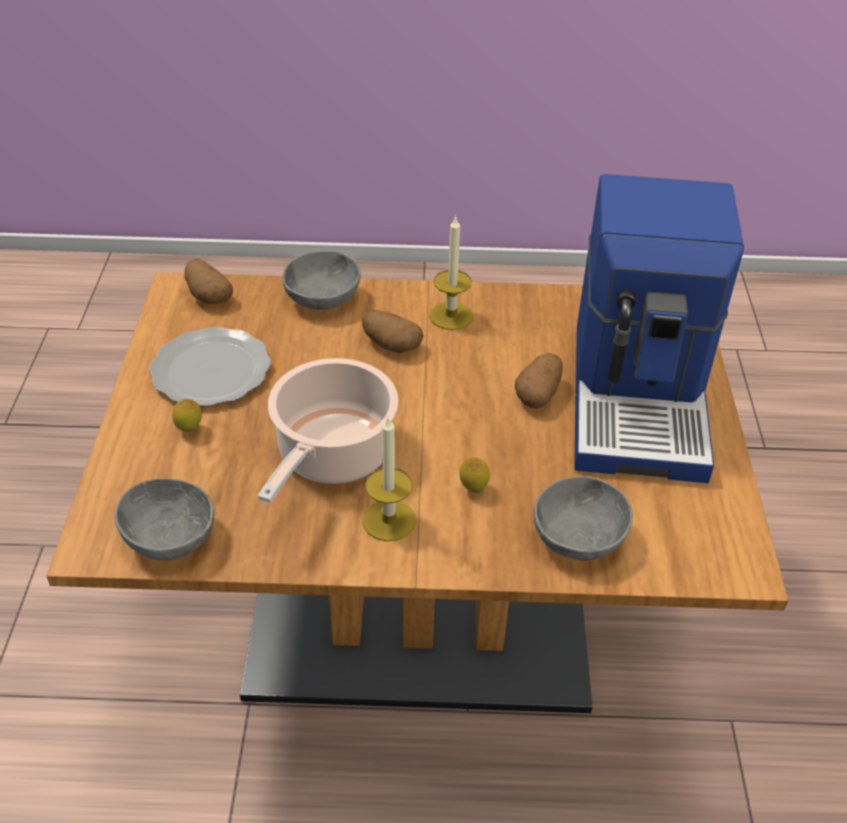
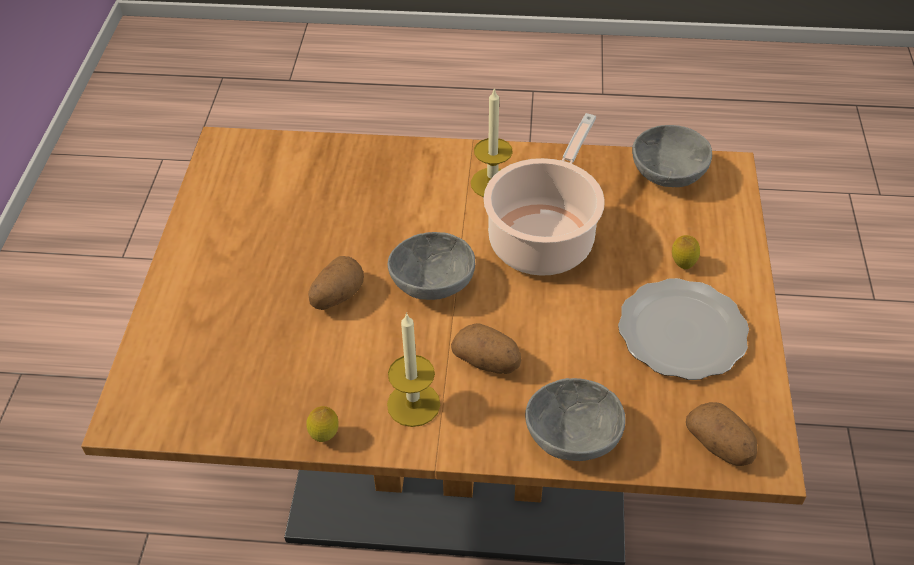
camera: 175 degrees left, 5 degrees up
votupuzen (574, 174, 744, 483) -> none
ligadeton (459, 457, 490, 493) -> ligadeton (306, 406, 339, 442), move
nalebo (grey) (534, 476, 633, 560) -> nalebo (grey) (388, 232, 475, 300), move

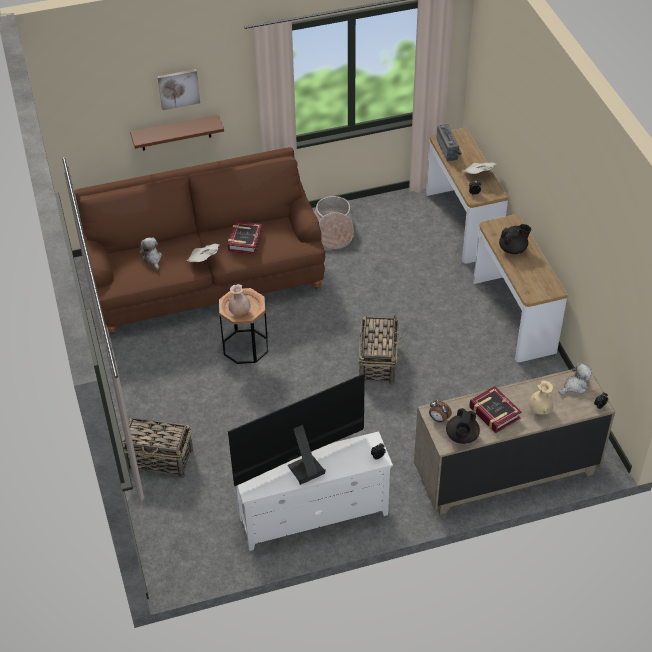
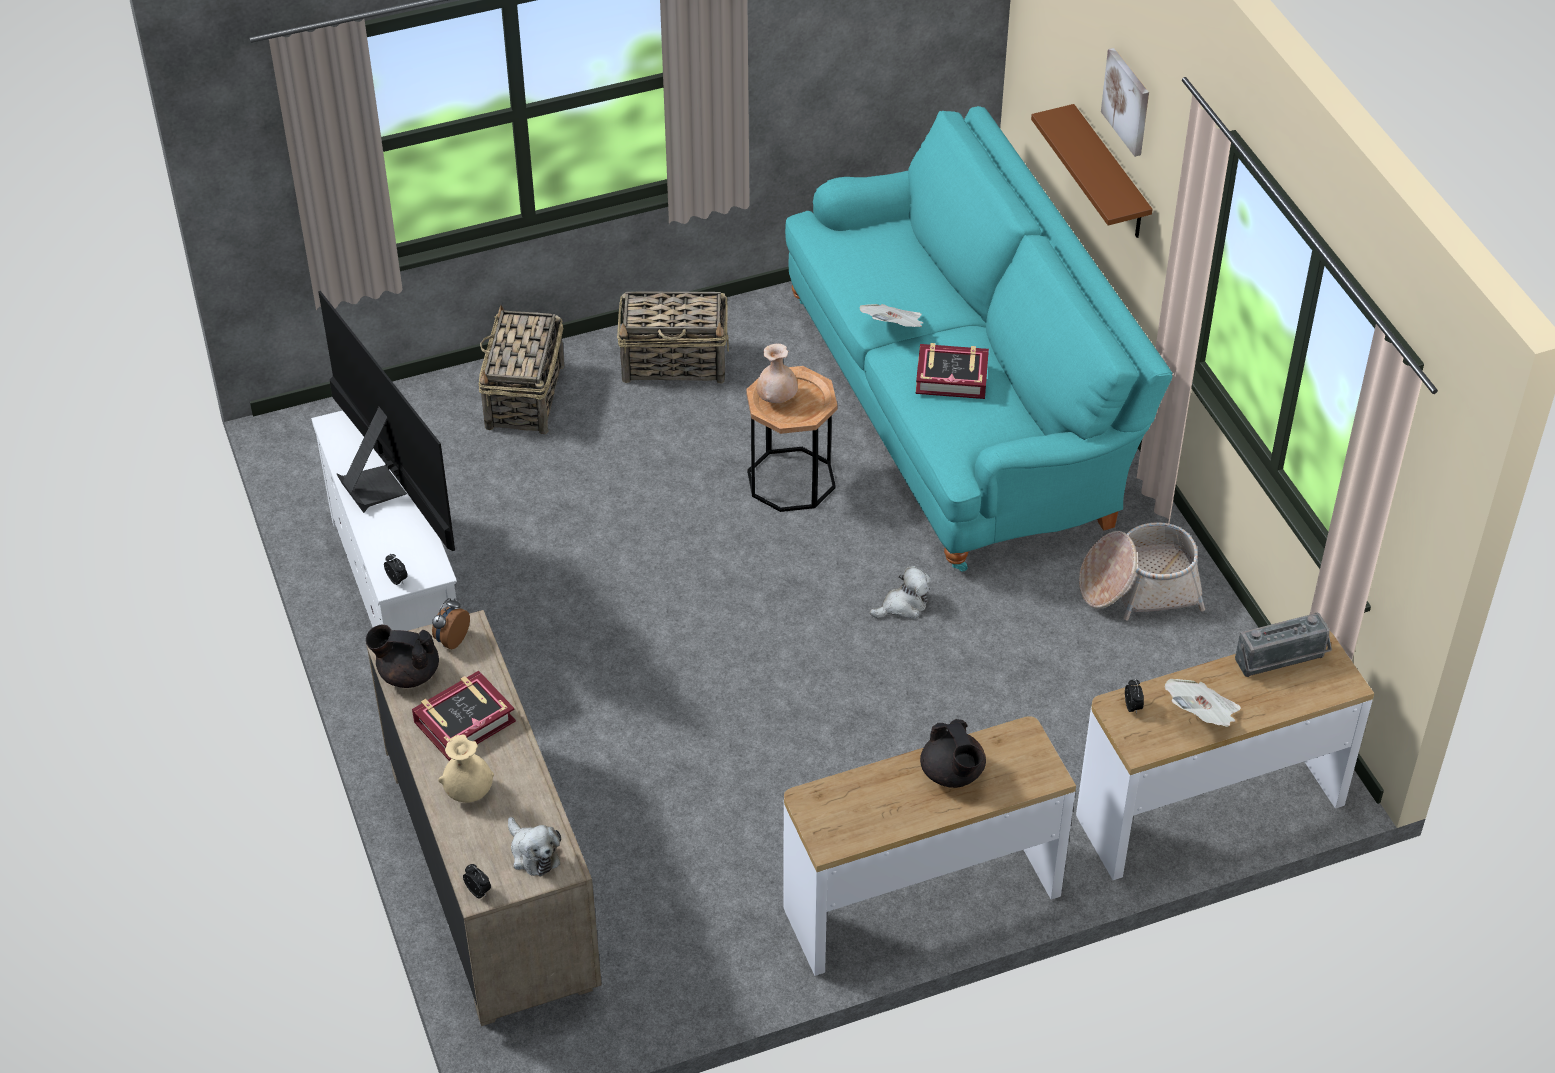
camera: 85 degrees right, 0 degrees up
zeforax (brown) (74, 147, 325, 335) -> zeforax (turquoise) (785, 106, 1173, 571)
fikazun (139, 237, 162, 270) -> fikazun (870, 566, 931, 619), move
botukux (358, 315, 401, 385) -> botukux (617, 291, 729, 384), move

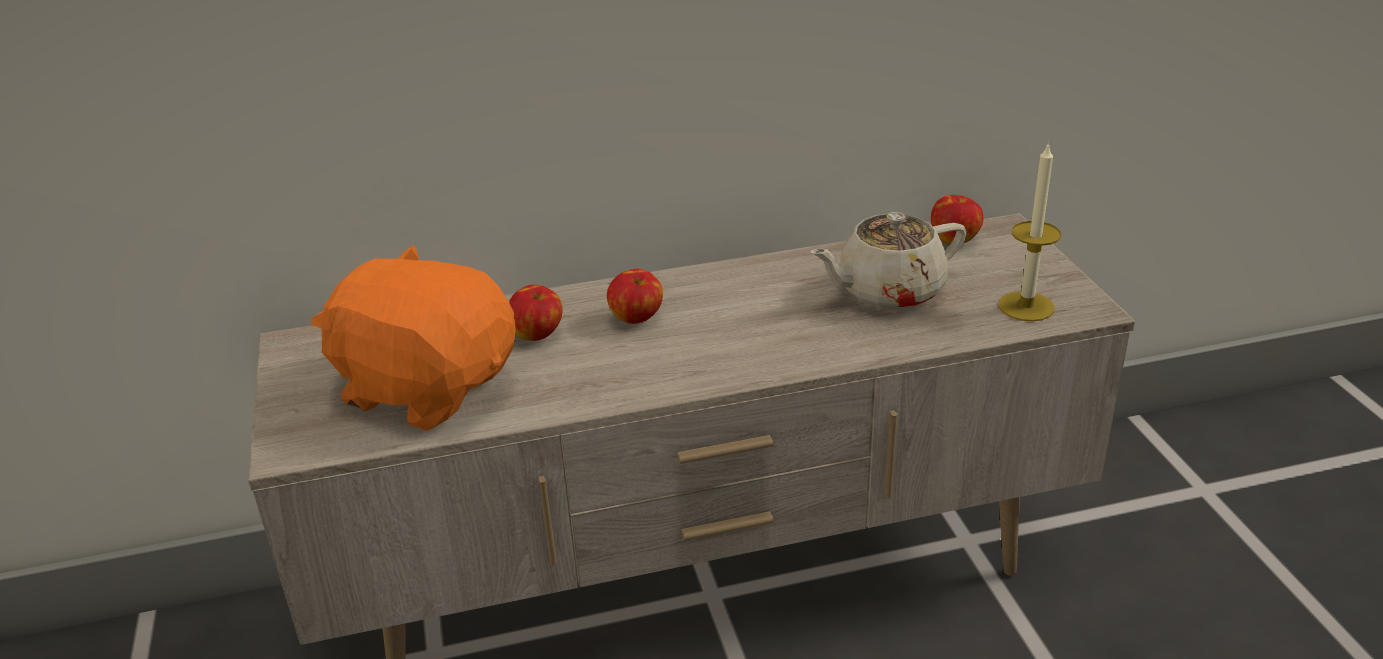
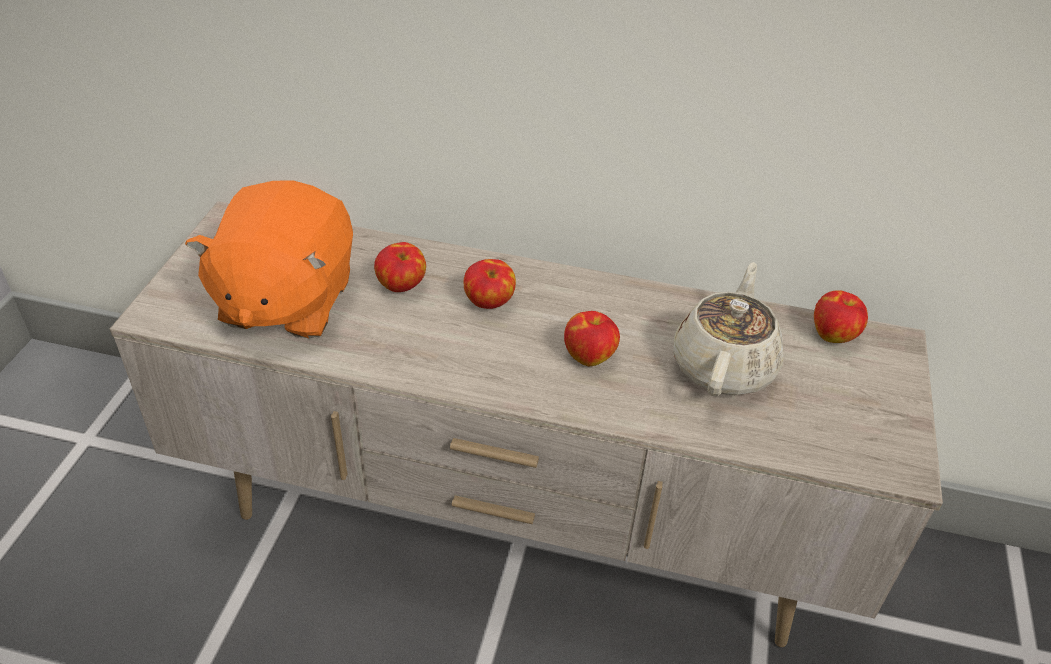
camera: 25 degrees right, 10 degrees up
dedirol (999, 142, 1061, 322) -> none
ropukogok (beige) (810, 212, 967, 310) -> ropukogok (beige) (673, 262, 784, 396), 105 degrees clockwise
fikazun (orange) (311, 245, 516, 431) -> fikazun (orange) (185, 180, 353, 338), 135 degrees counterclockwise
none -> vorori (564, 311, 620, 366)

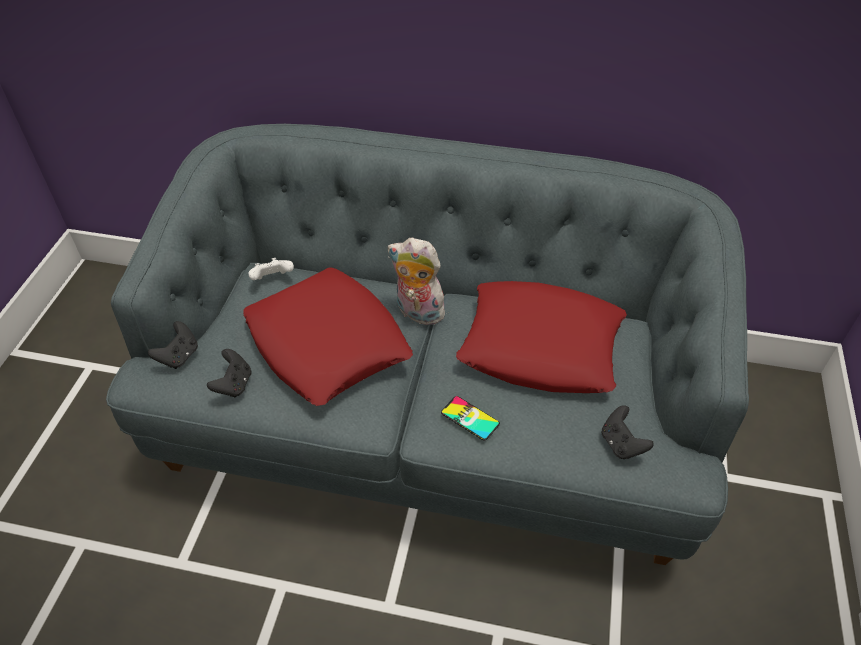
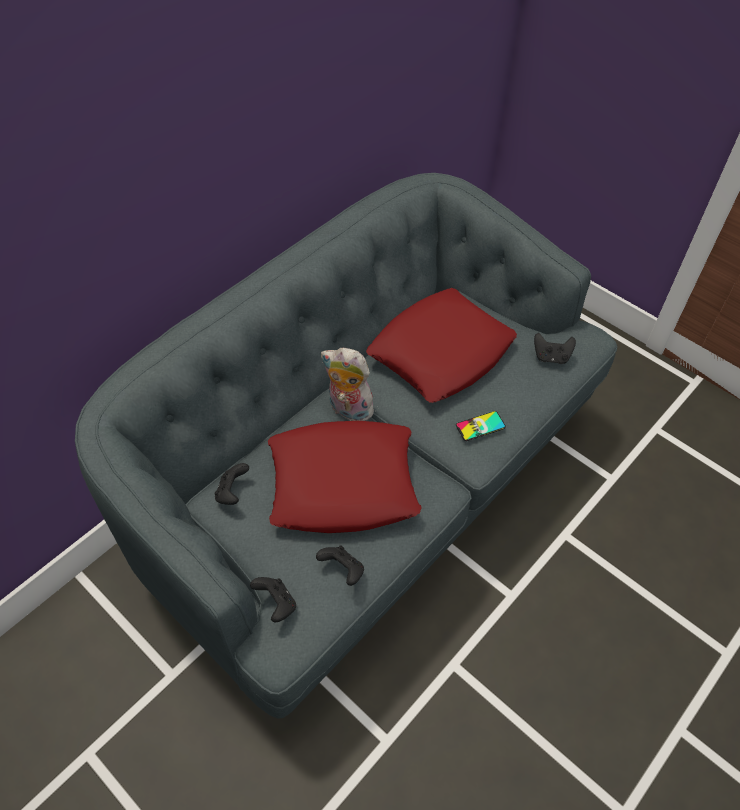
camera: 60 degrees left, 5 degrees up
fikazun (388, 238, 450, 325) -> fikazun (321, 348, 374, 421), 60 degrees clockwise
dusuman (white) (249, 258, 294, 280) -> dusuman (black) (214, 463, 249, 505)

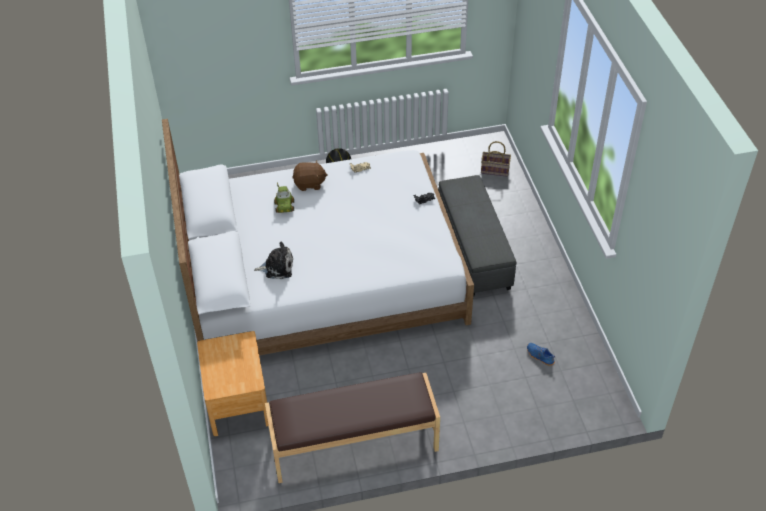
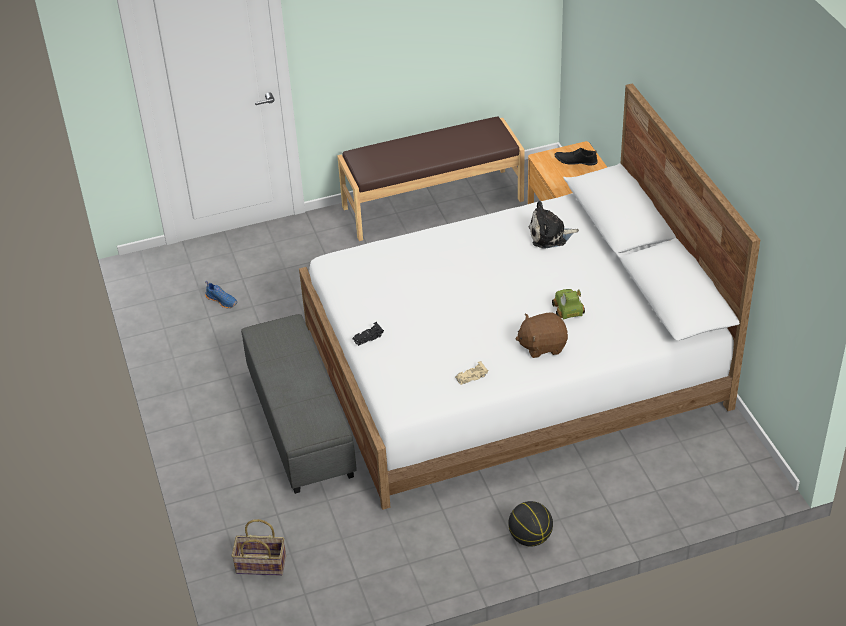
camera: 175 degrees right, 5 degrees down
none -> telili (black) (554, 148, 598, 165)

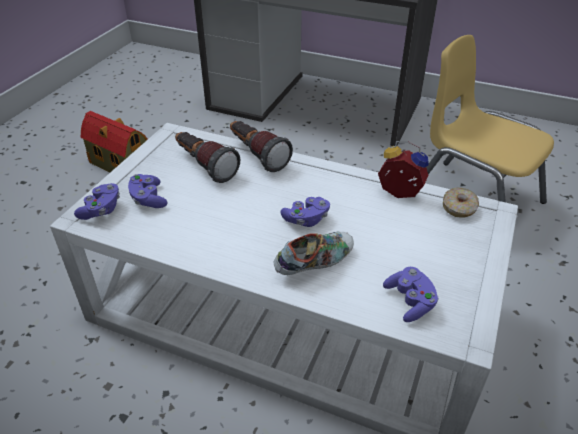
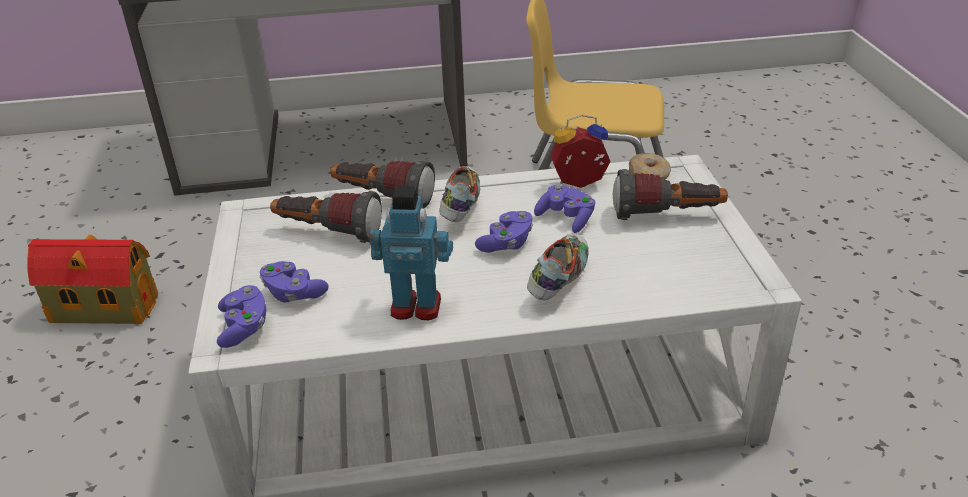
camera: 30 degrees left, 5 degrees down
dusuman (purple) (383, 267, 439, 322) -> dusuman (purple) (534, 185, 595, 233), move
none -> telili (439, 166, 481, 222)
none -> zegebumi (613, 169, 728, 220)
none -> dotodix (369, 186, 453, 320)

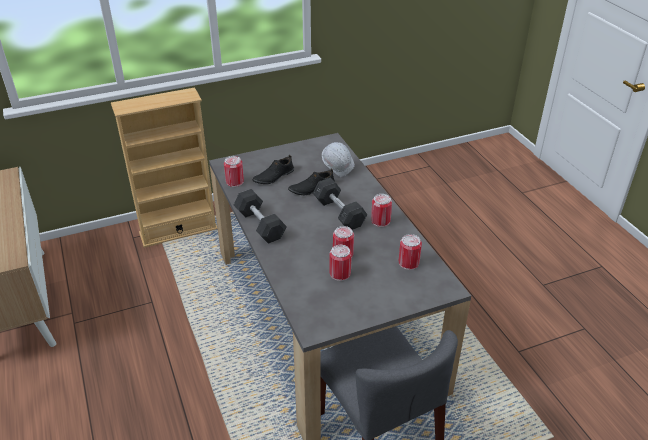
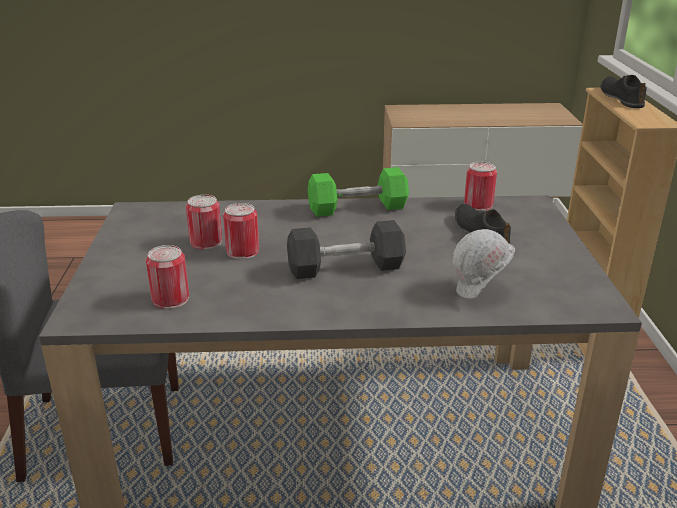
camera: 110 degrees right, 10 degrees down
telili (black) (288, 169, 335, 195) -> telili (black) (601, 75, 647, 108), move
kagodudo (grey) (234, 189, 287, 244) -> kagodudo (green) (308, 167, 409, 217)
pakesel (371, 194, 392, 227) -> none

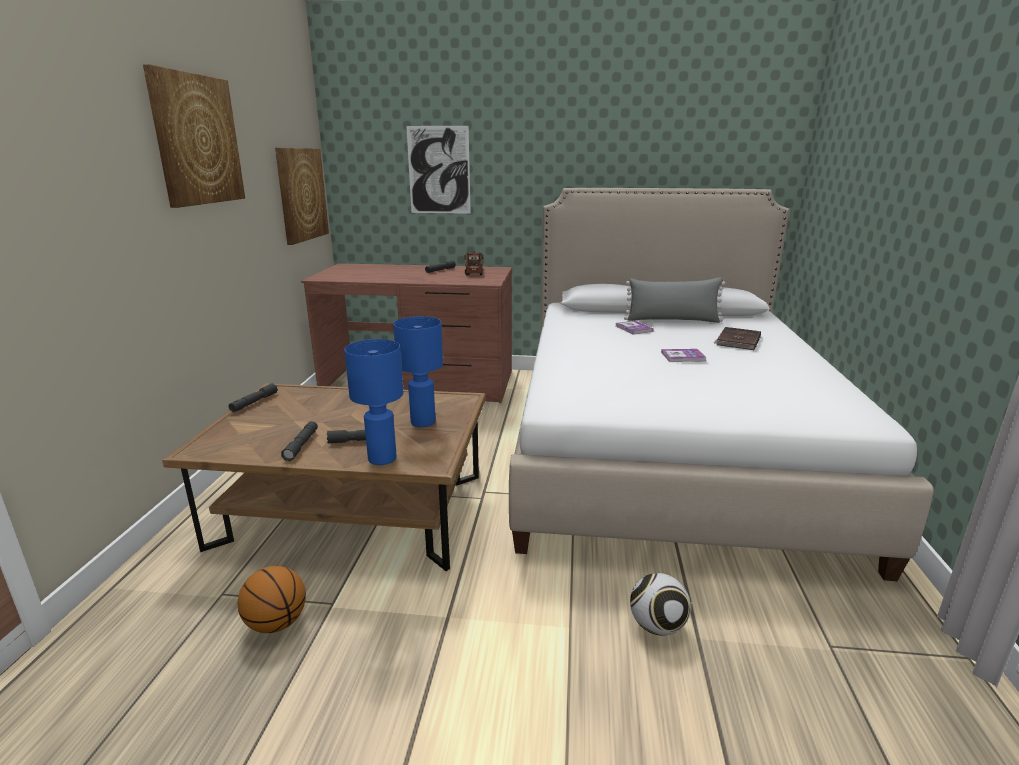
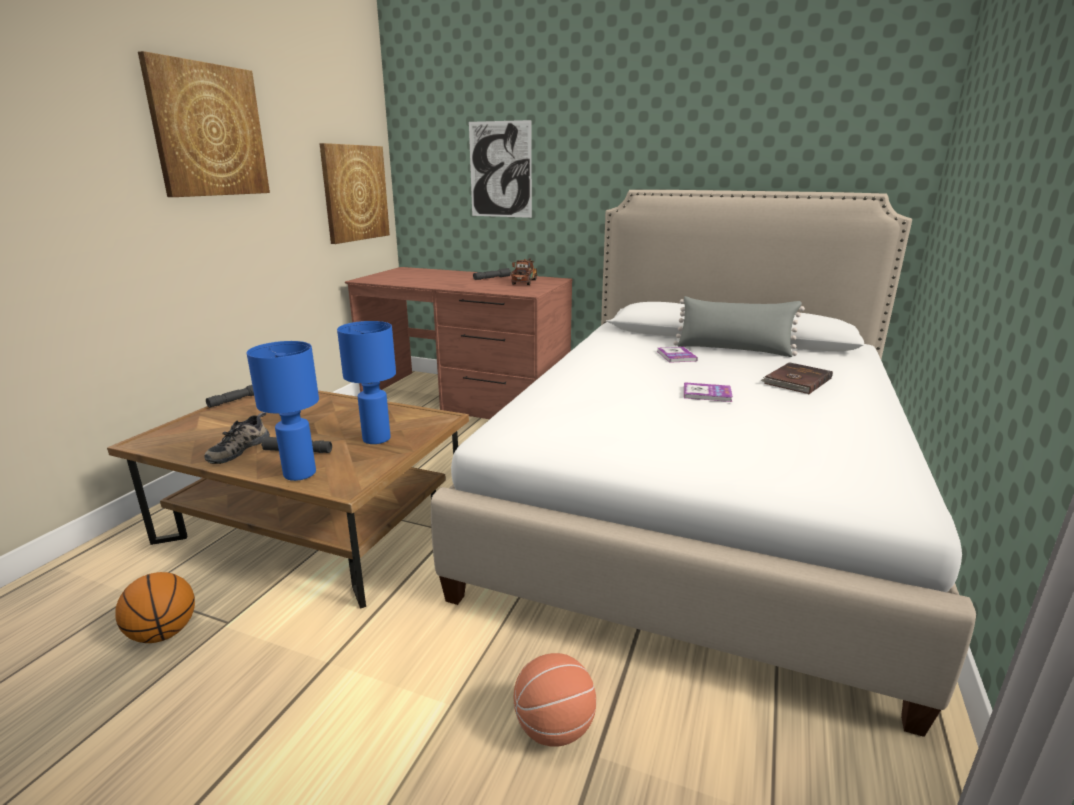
camera: 15 degrees right, 0 degrees up
zegebumi (grey) (281, 421, 318, 461) -> telili (204, 412, 270, 464)
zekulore (630, 573, 691, 636) -> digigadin (514, 653, 596, 746)

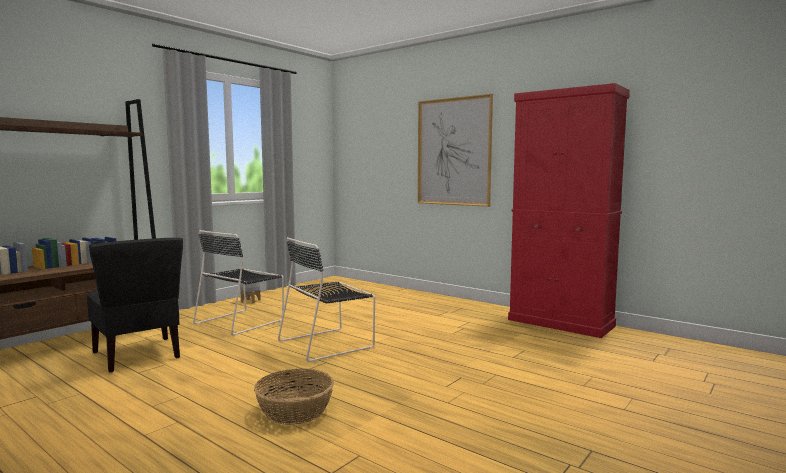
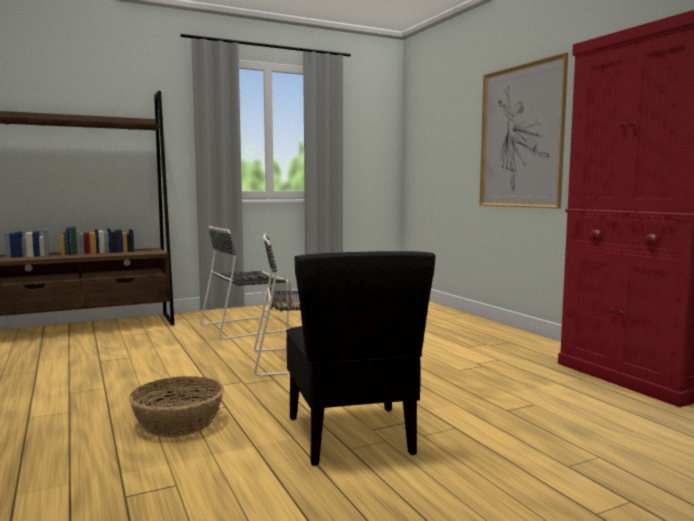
camera: 25 degrees right, 0 degrees up
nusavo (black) (86, 238, 183, 373) -> nusavo (black) (286, 251, 435, 466), move

